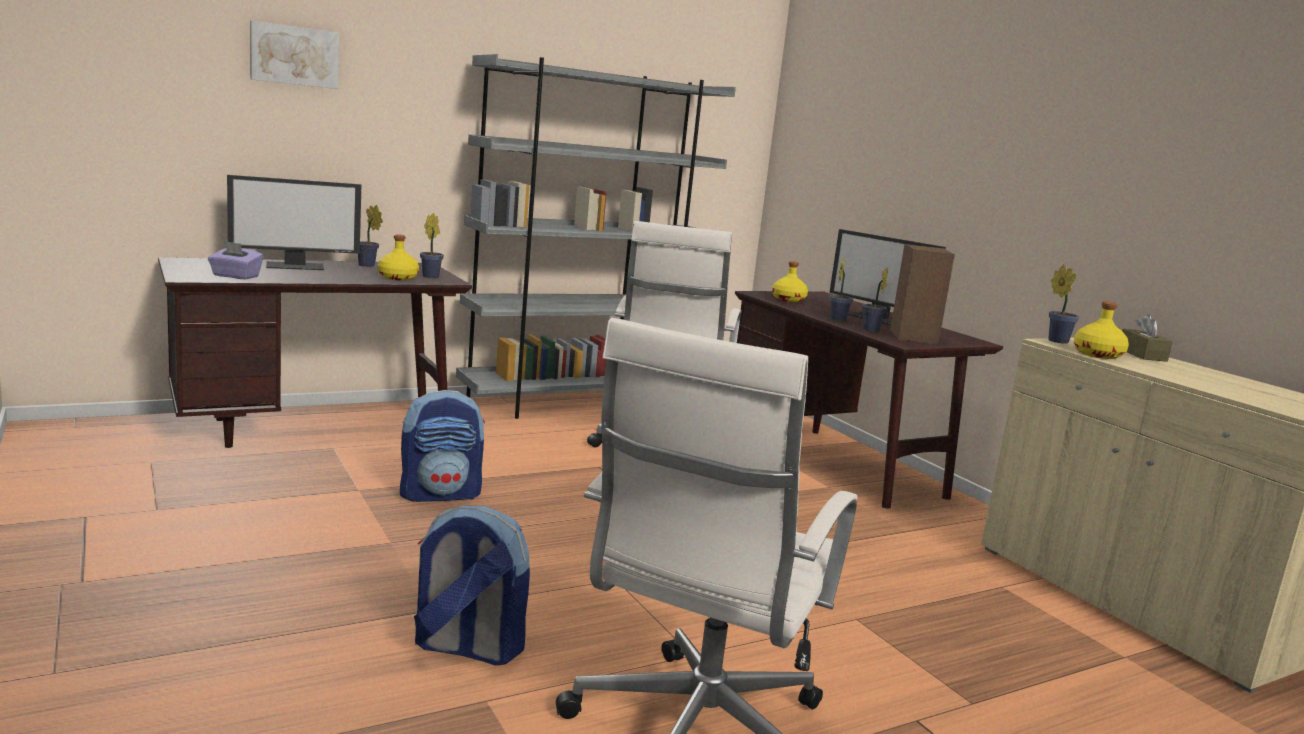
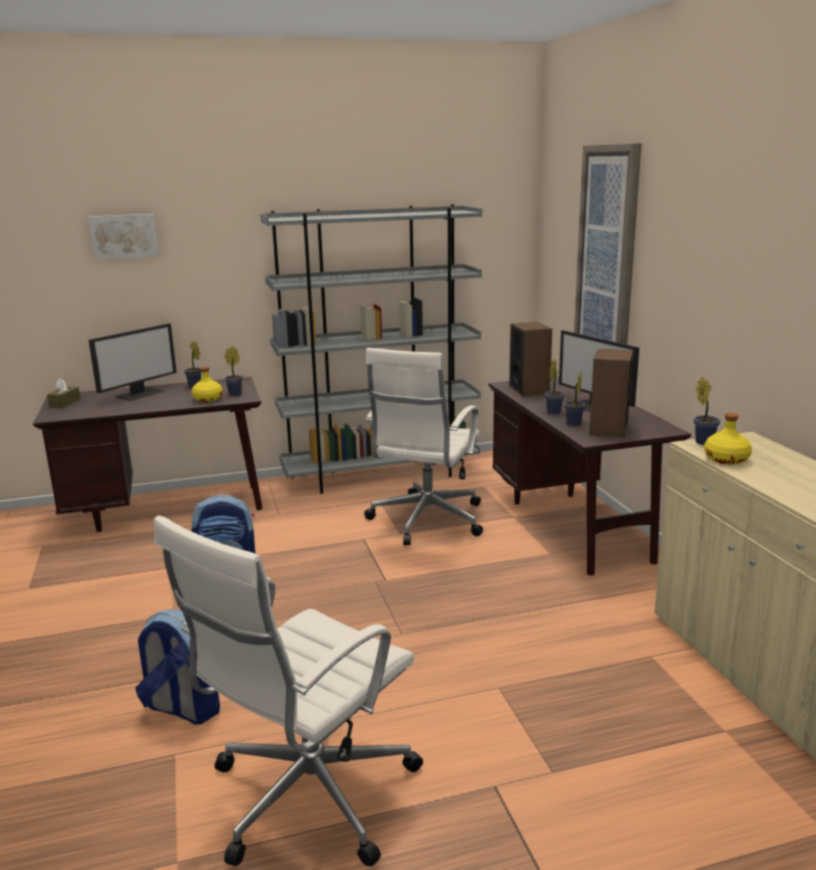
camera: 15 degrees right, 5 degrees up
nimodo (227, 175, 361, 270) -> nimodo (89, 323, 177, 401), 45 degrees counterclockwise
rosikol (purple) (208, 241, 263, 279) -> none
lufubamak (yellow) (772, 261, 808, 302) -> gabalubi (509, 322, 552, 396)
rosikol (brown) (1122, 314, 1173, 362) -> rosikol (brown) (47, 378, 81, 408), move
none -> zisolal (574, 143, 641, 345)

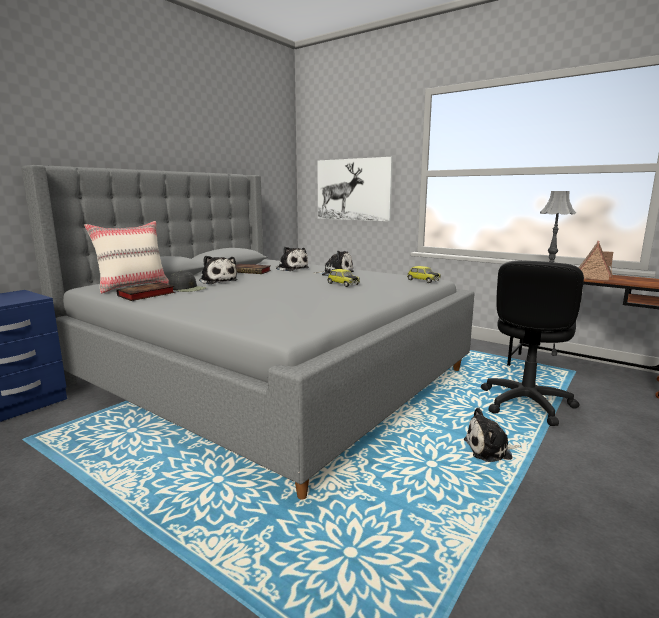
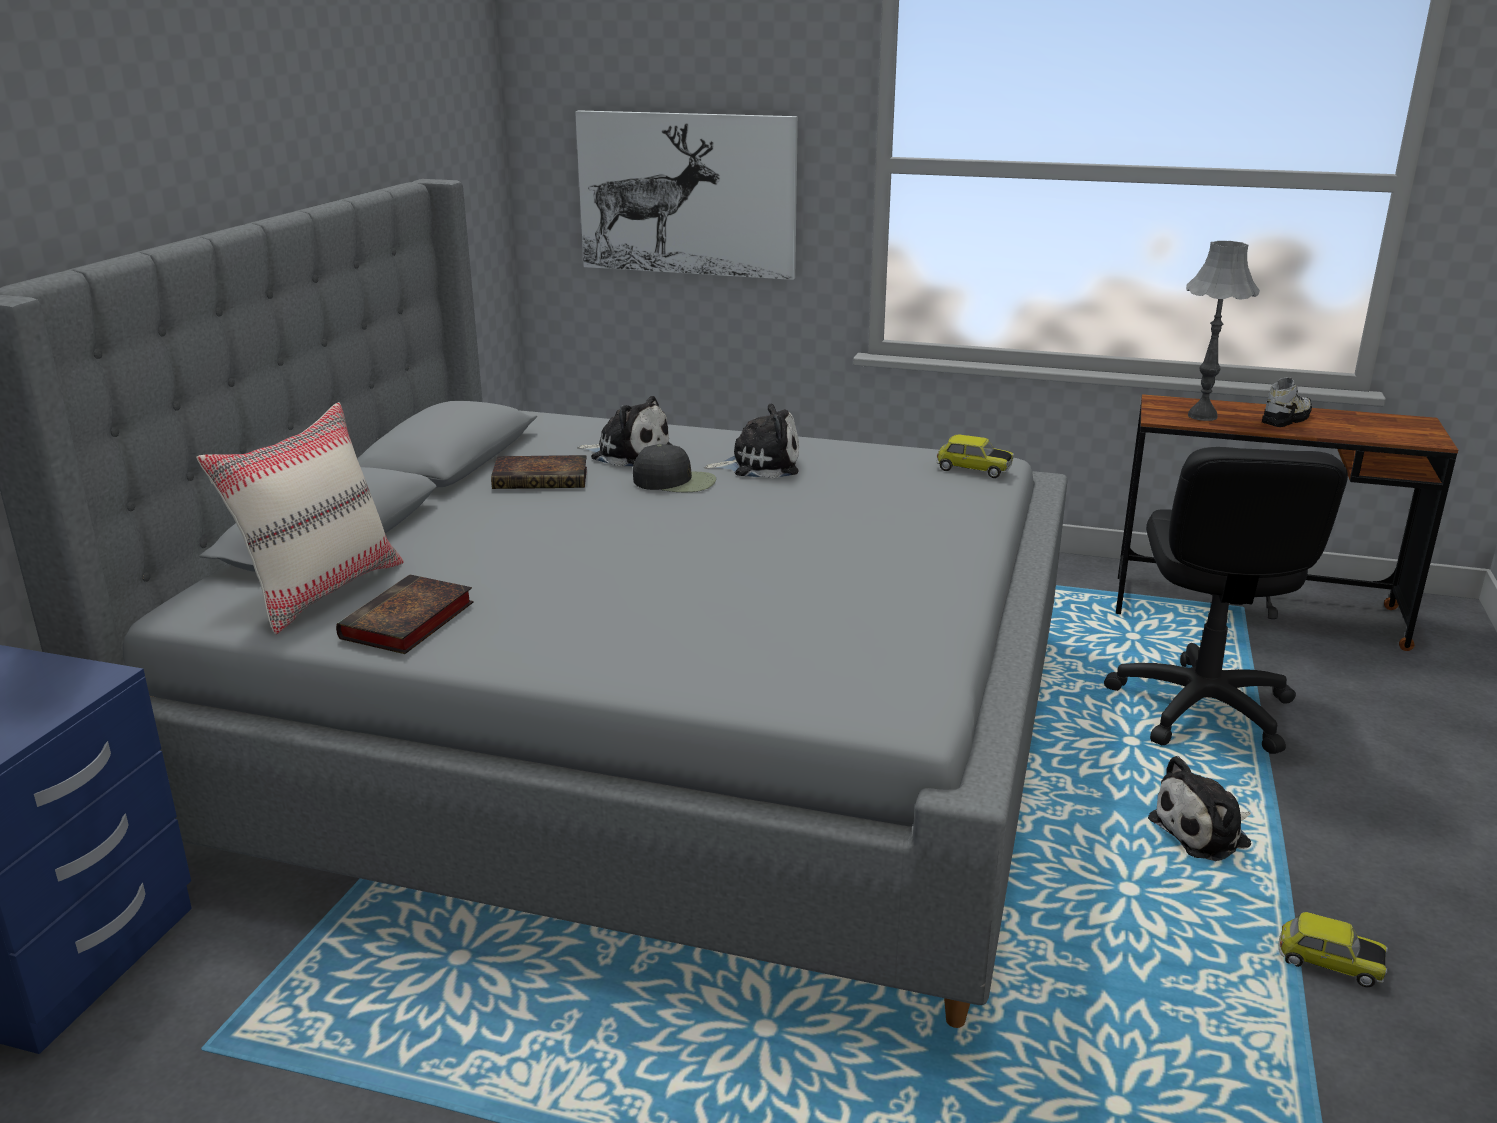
camera: 20 degrees left, 10 degrees up
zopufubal (578, 241, 613, 281) -> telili (1262, 377, 1312, 427)
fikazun (199, 256, 238, 284) -> none
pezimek (327, 269, 360, 287) -> pezimek (1279, 912, 1388, 987), move
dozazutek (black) (169, 271, 206, 292) -> dozazutek (black) (633, 444, 716, 492), move

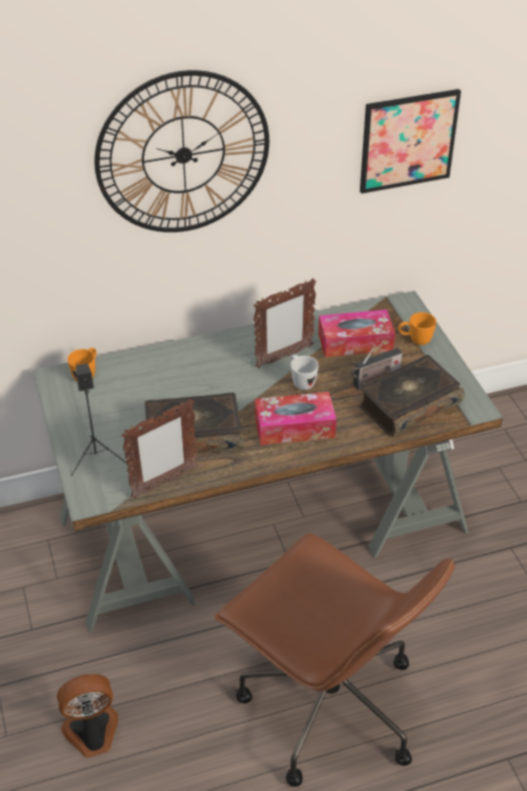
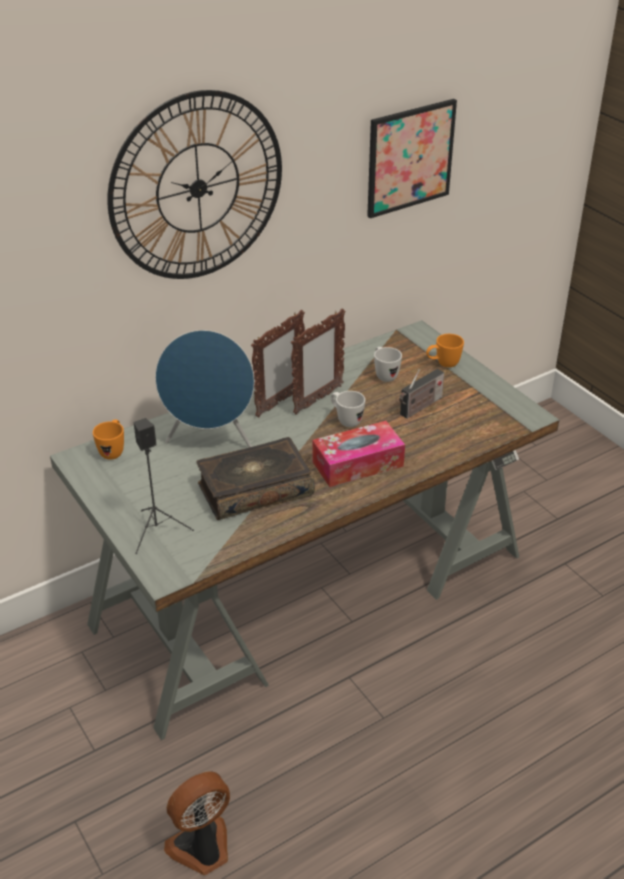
camera: 15 degrees left, 5 degrees down
rosikol (318, 310, 395, 357) -> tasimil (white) (374, 347, 402, 382)
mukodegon (358, 355, 464, 437) -> none
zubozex (121, 399, 198, 498) -> zubozex (251, 310, 305, 418), move
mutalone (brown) (215, 533, 455, 787) -> none
none -> gabalubi (blue) (155, 330, 254, 447)

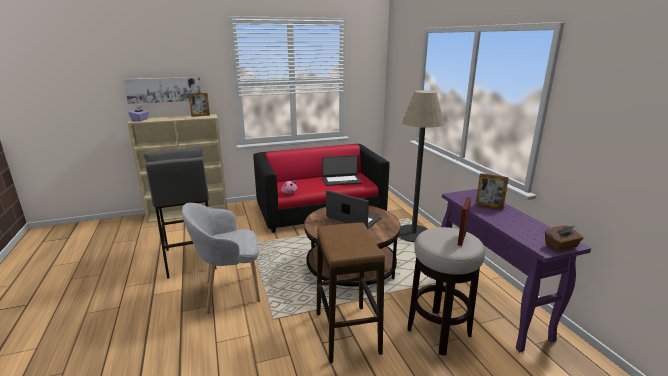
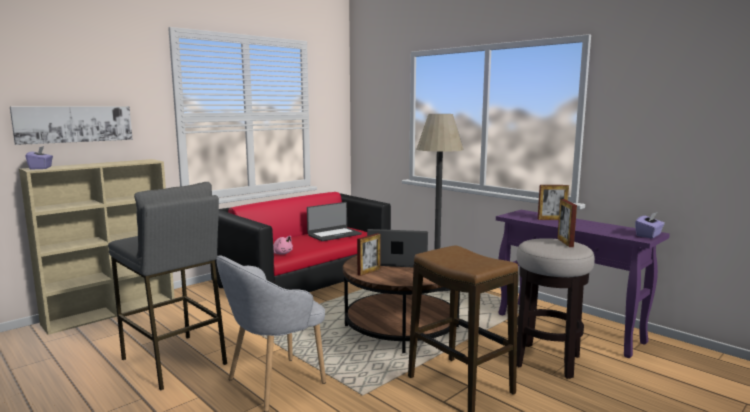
camera: 25 degrees left, 10 degrees down
zubozex (189, 93, 210, 117) -> zubozex (357, 233, 380, 276), move
rosikol (brown) (545, 225, 583, 252) -> rosikol (purple) (635, 212, 665, 238)

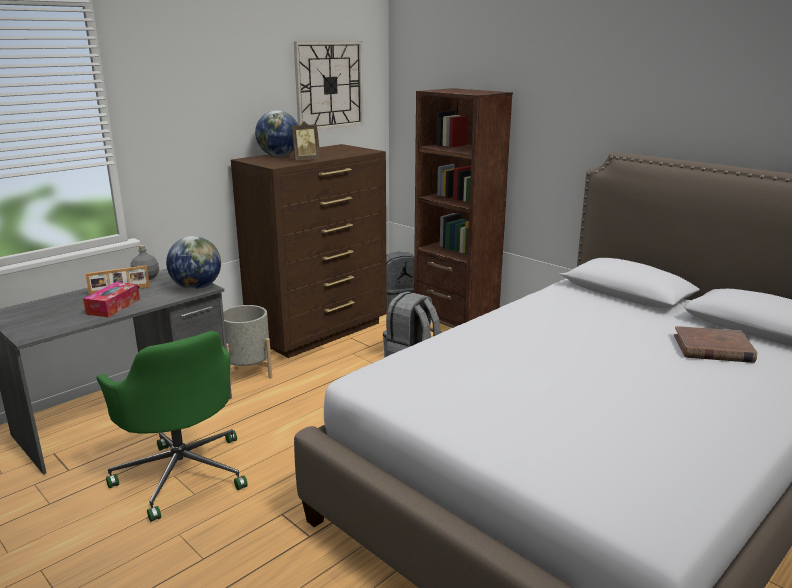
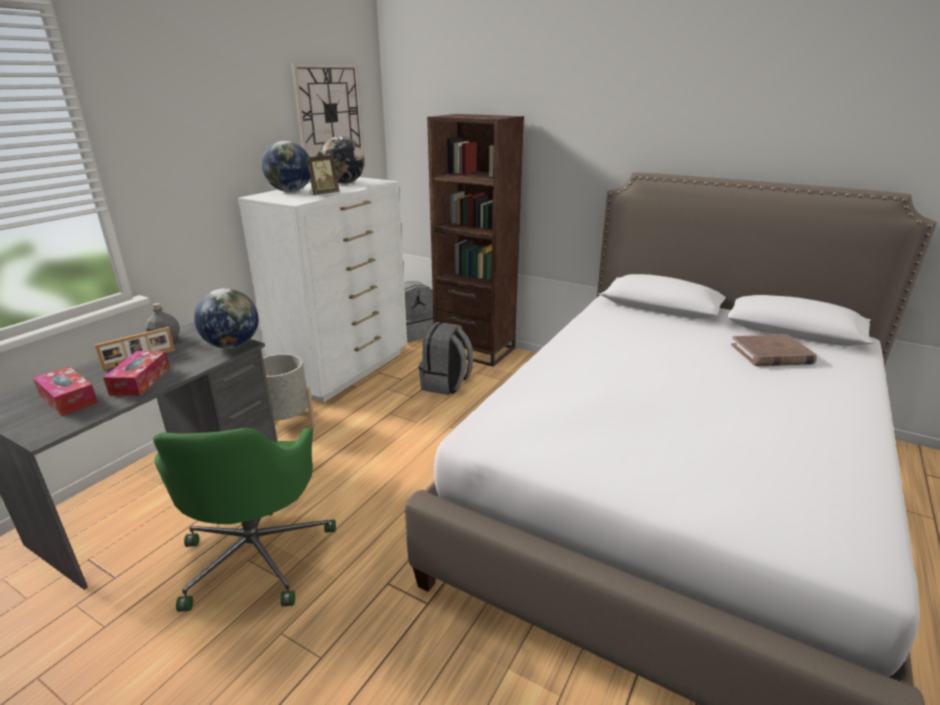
camera: 15 degrees left, 5 degrees up
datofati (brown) (231, 144, 387, 358) -> datofati (white) (238, 177, 407, 403)
mutalone (green) (96, 331, 248, 522) -> mutalone (green) (153, 428, 336, 612), 45 degrees clockwise
none -> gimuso (320, 136, 365, 184)
none -> rosikol (33, 366, 98, 416)

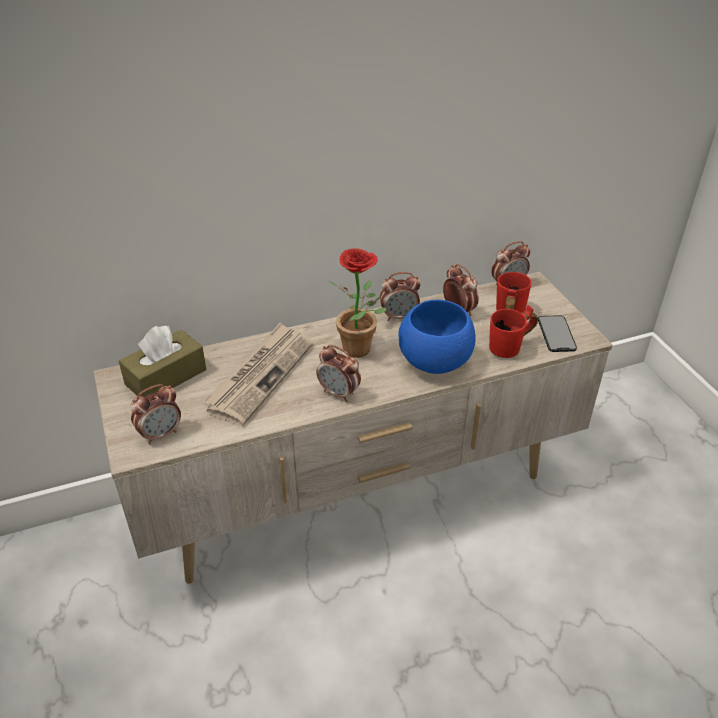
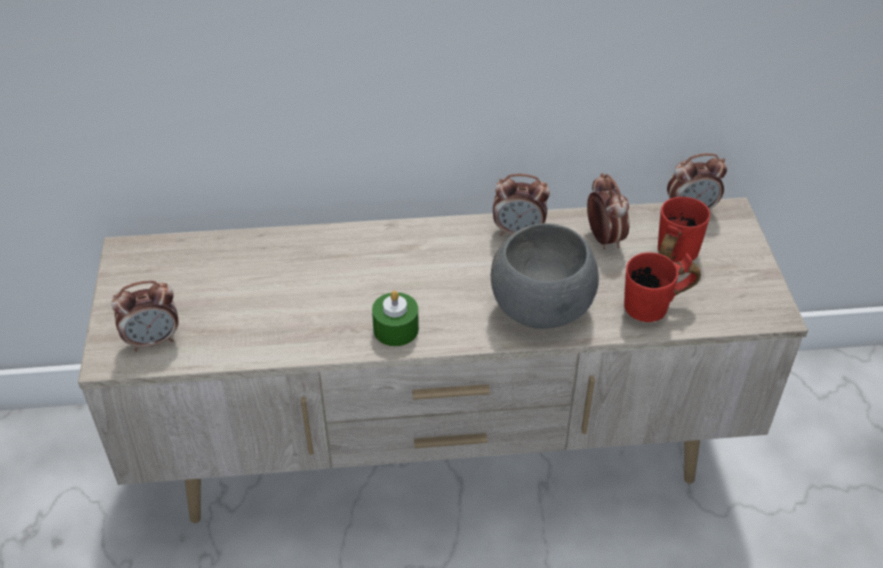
camera: 15 degrees right, 5 degrees up
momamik (329, 248, 387, 358) -> none
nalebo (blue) (398, 300, 476, 374) -> nalebo (grey) (491, 223, 599, 329)
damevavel (538, 315, 577, 352) -> none
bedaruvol (203, 322, 313, 426) -> none
rosikol (brown) (119, 326, 206, 397) -> none
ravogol (316, 345, 361, 402) -> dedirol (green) (372, 291, 419, 346)

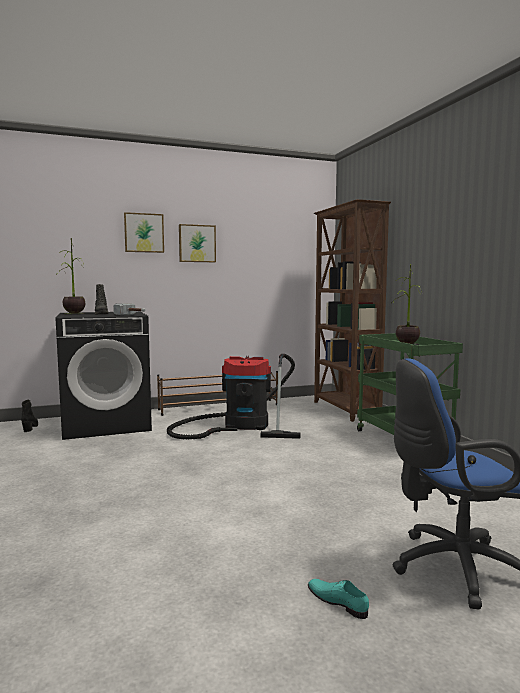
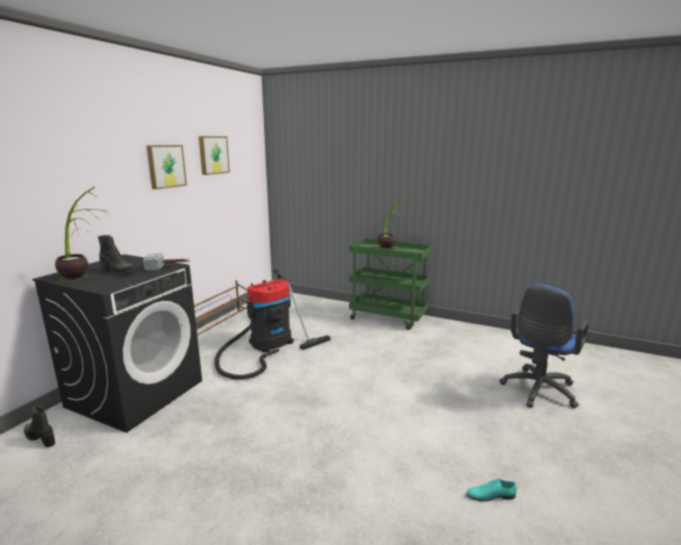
camera: 45 degrees left, 10 degrees up
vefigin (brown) (314, 199, 391, 422) -> none
zisolal (124, 212, 164, 253) -> zisolal (199, 136, 230, 175), move
telili (turquoise) (308, 579, 369, 619) -> telili (turquoise) (466, 479, 517, 502), move

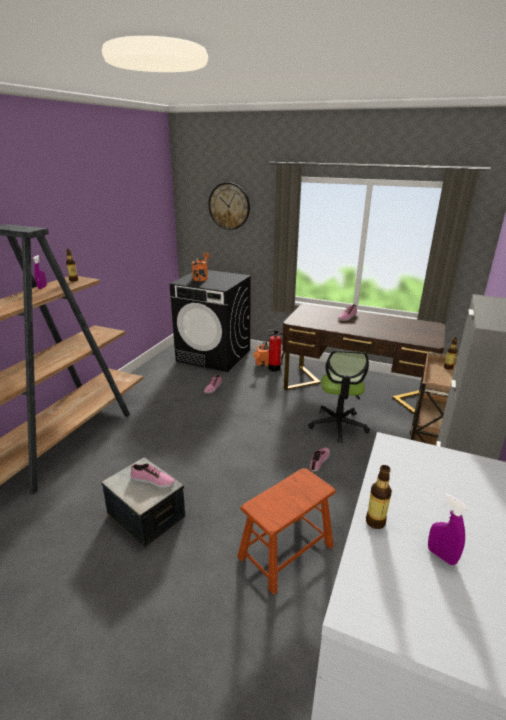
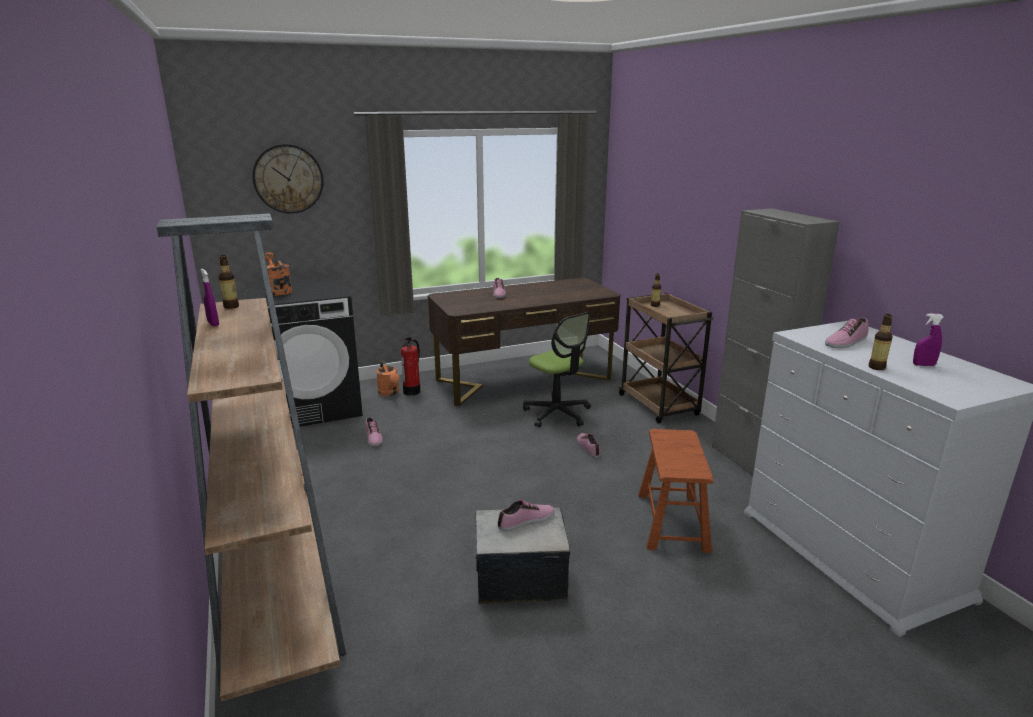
camera: 45 degrees left, 5 degrees down
none -> telili (825, 318, 868, 348)

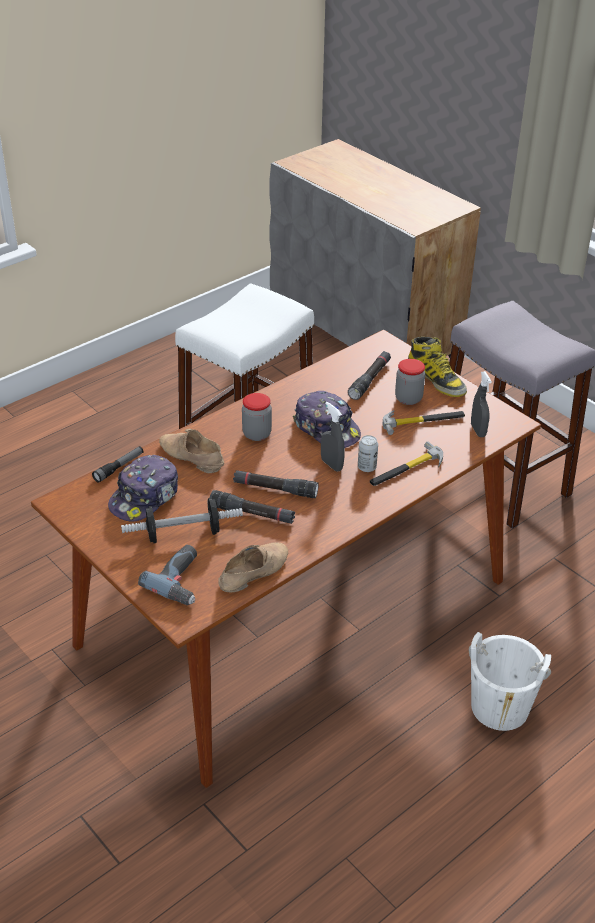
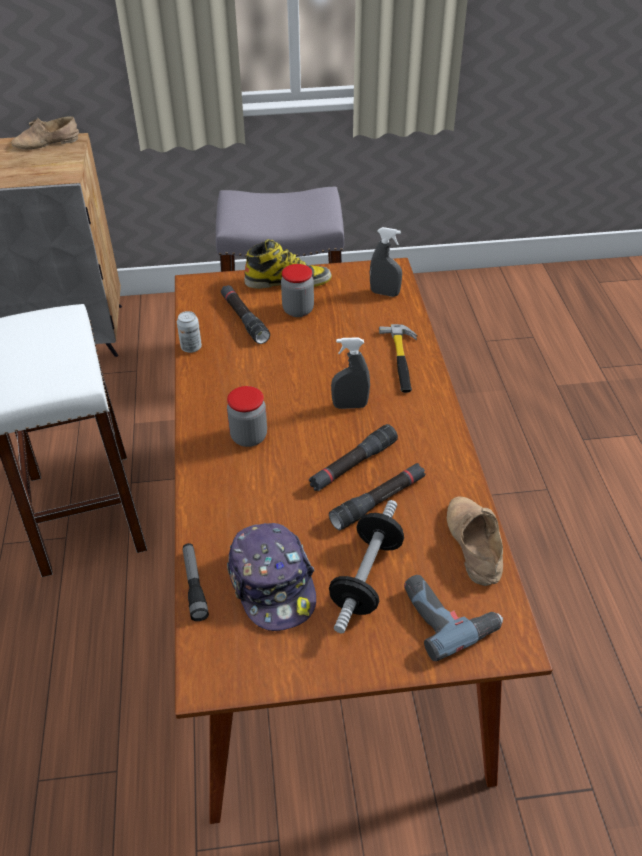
camera: 55 degrees left, 5 degrees up
dozazutek (293, 391, 361, 448) -> none
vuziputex (383, 410, 465, 435) -> none
telili (beige) (159, 429, 224, 473) -> telili (beige) (11, 116, 79, 150), move
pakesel (358, 435, 378, 472) -> pakesel (177, 311, 202, 353), move
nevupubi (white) (469, 632, 551, 731) -> none

